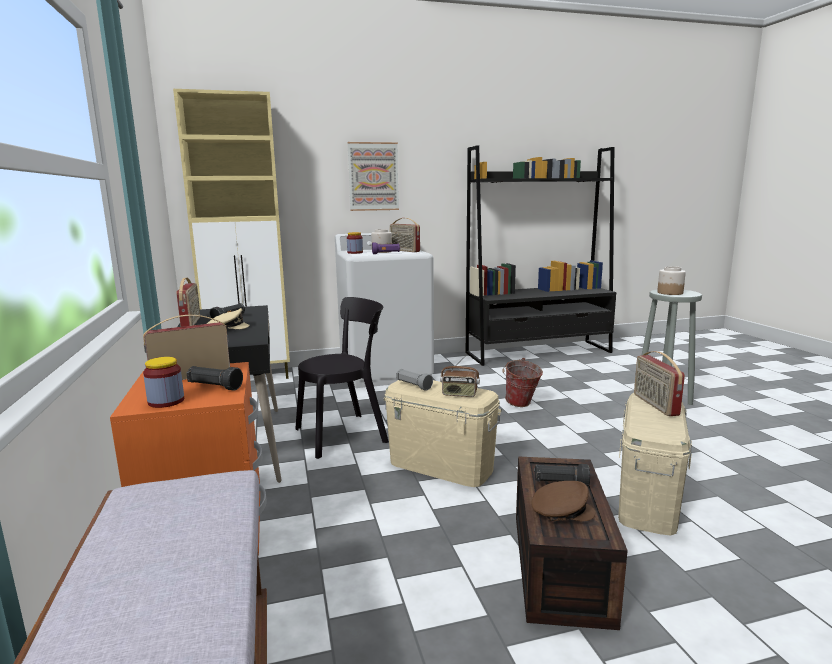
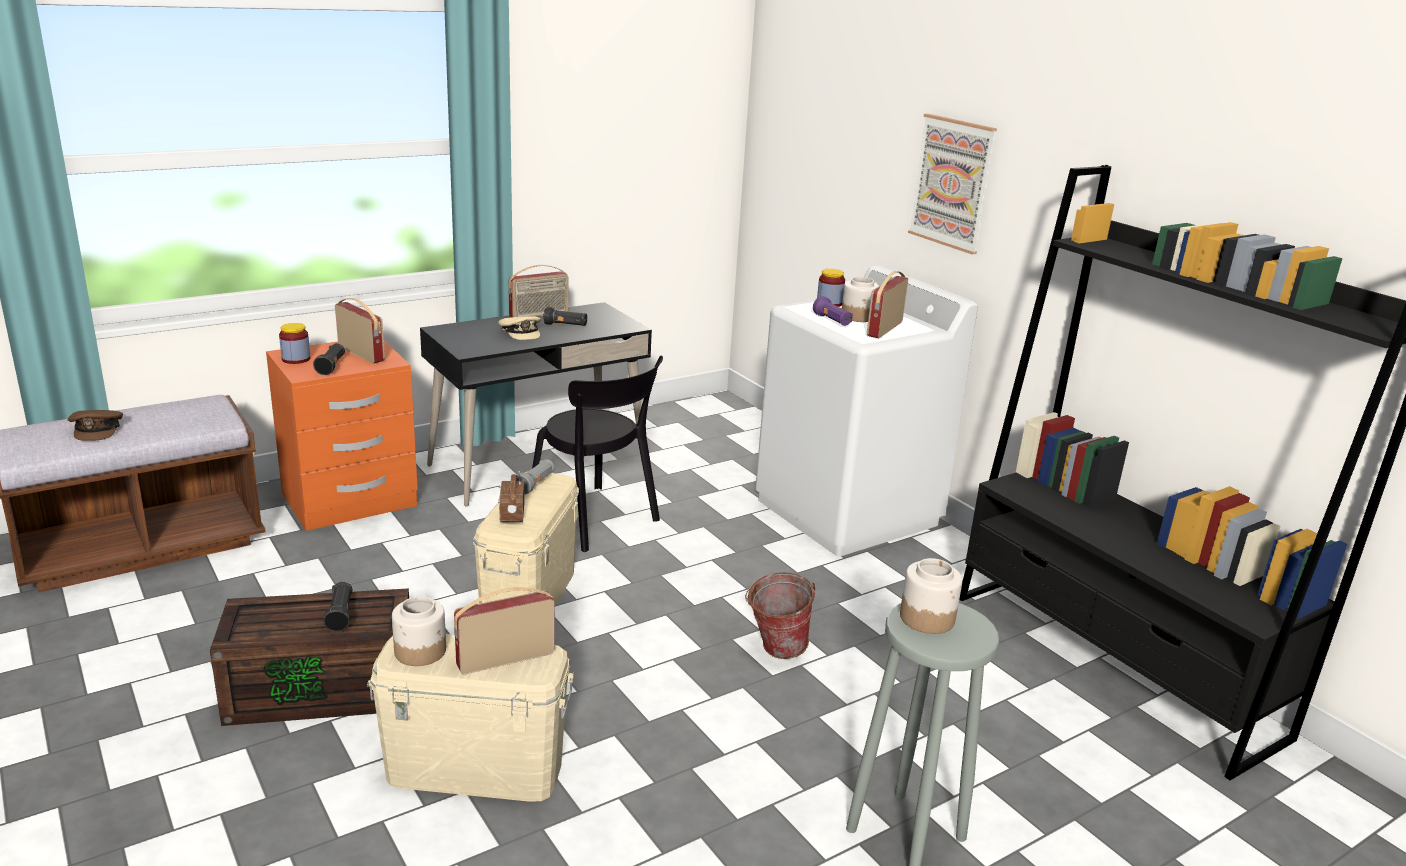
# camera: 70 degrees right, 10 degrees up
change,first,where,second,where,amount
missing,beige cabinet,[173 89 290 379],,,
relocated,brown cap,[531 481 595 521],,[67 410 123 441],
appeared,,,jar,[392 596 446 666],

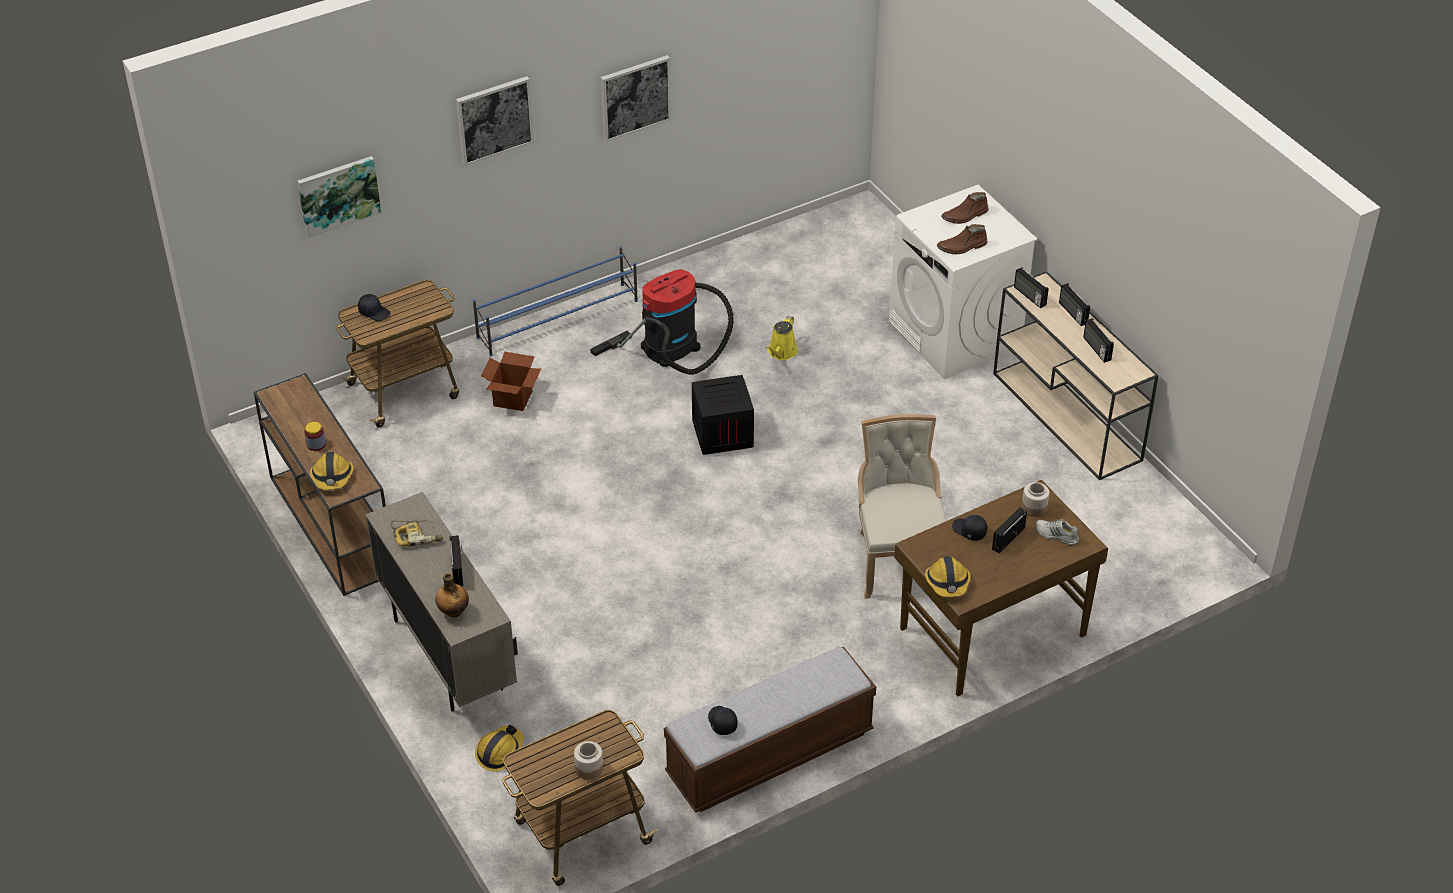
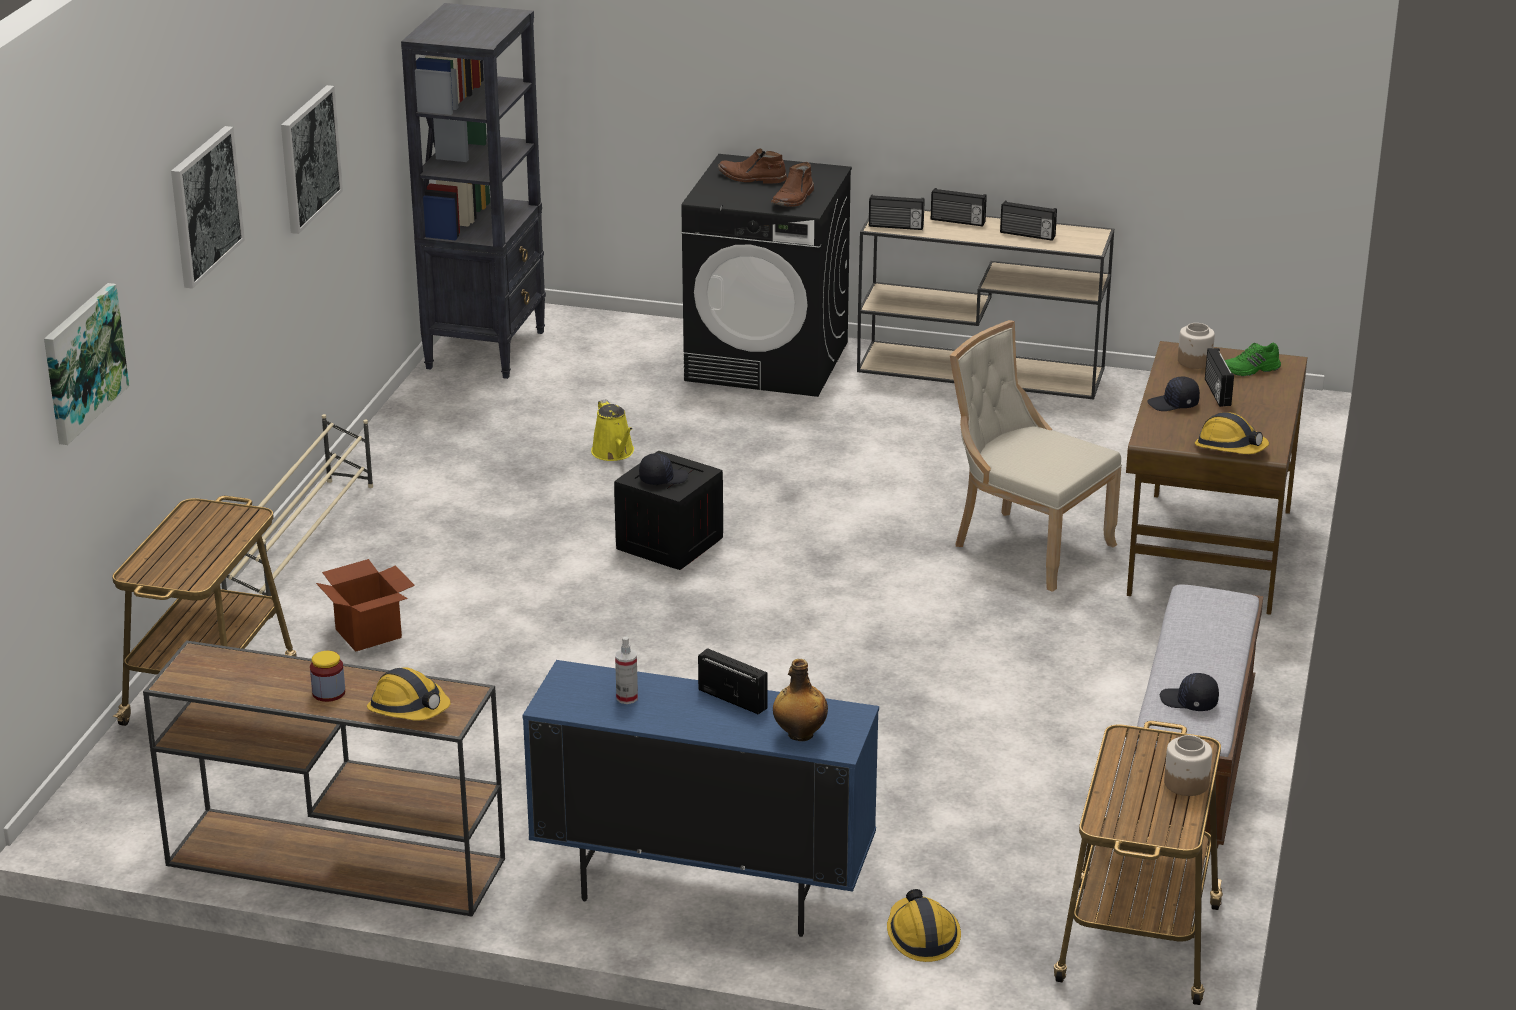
# camera: 45 degrees left, 15 degrees down
change,first,where,second,where,amount
colour,white washing machine,[889 185 1038 379],black washing machine,[681 154 852 397],
spun,brown boot,[941 192 988 224],,[718 148 787 184],90 degrees clockwise
colour,blue shoe rack,[473 246 638 356],beige shoe rack,[222 414 373 600],
missing,vacuum cleaner,[591 269 734 375],,,
relocated,black cap,[358 294 390 321],,[639 453 689 485],
colour,beige cabinet,[365 492 518 712],blue cabinet,[522 660 879 937],
exchanged,power drill,[391 520 444 547],spray bottle,[615 636 638 704],
colour,white shoe,[1035 520 1079 545],green shoe,[1225 343 1281 376],
appeared,,,black bookcase,[401 3 546 379],

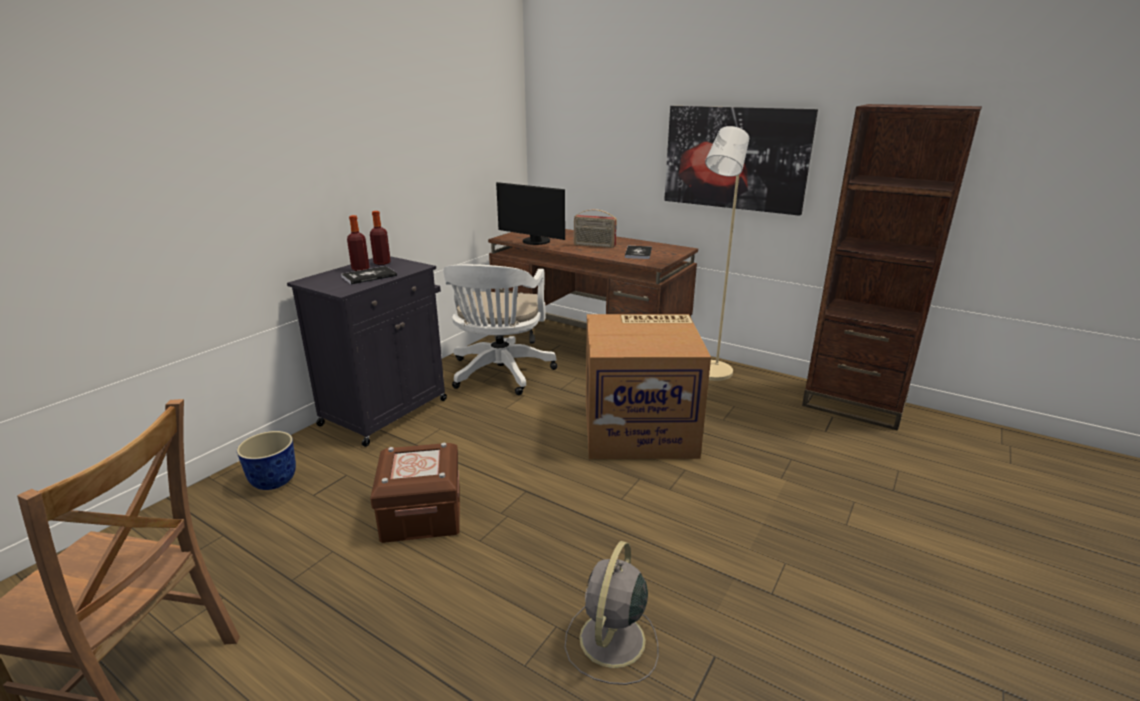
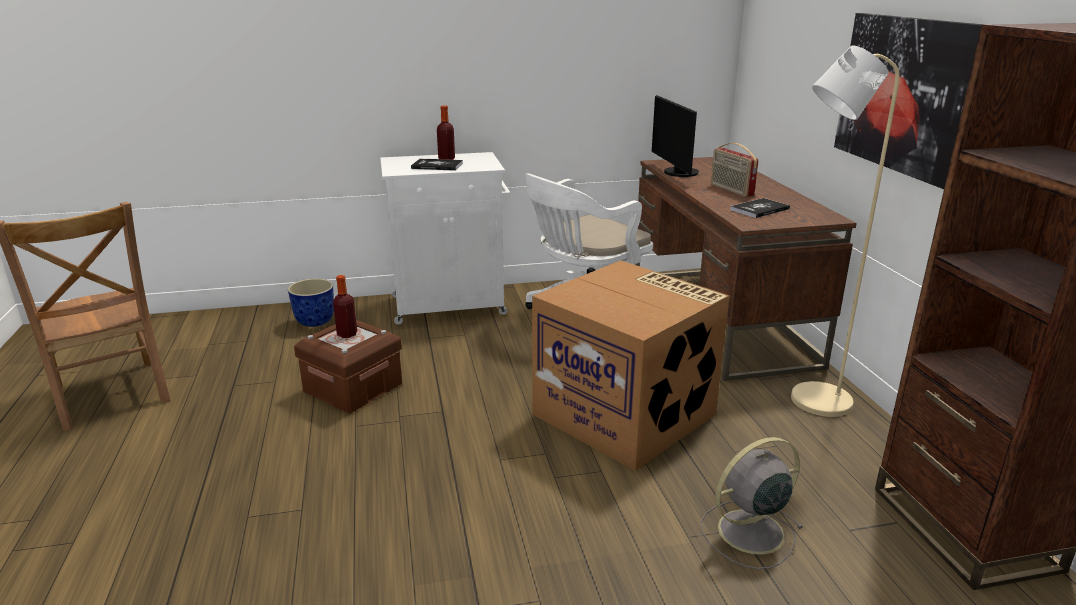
# camera: 45 degrees right, 0 degrees up
change,first,where,second,where,amount
relocated,bottle,[370 211 391 265],,[333 275 357 338],
colour,black cabinet,[287 256 447 447],white cabinet,[380 152 510 325],
relocated,grey fan,[565 541 659 685],,[701 437 804 569],

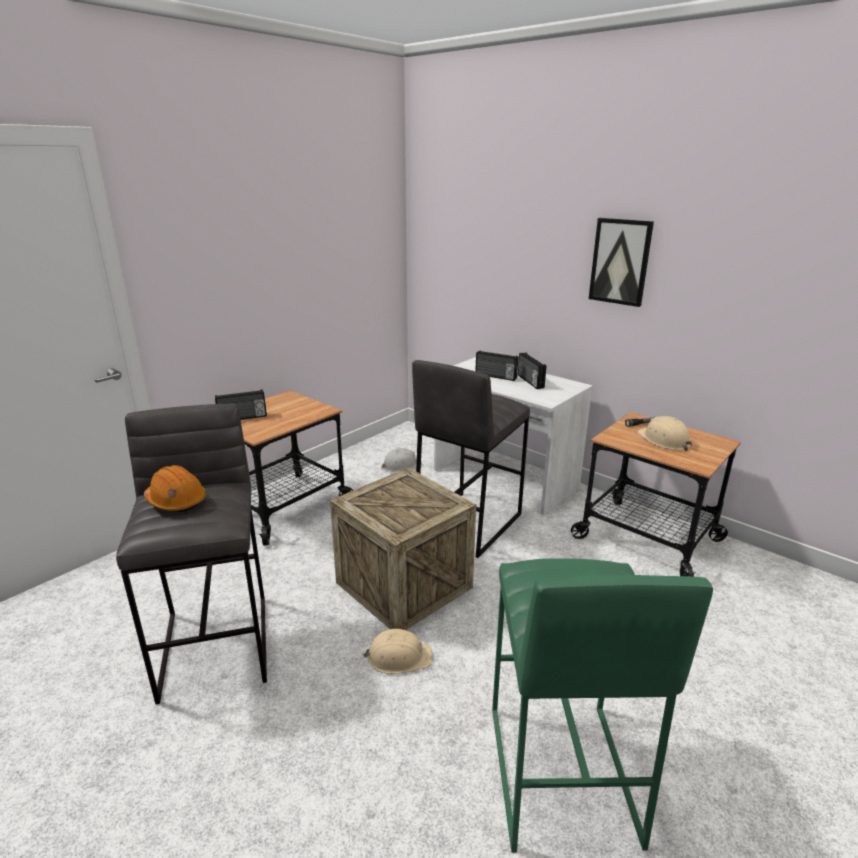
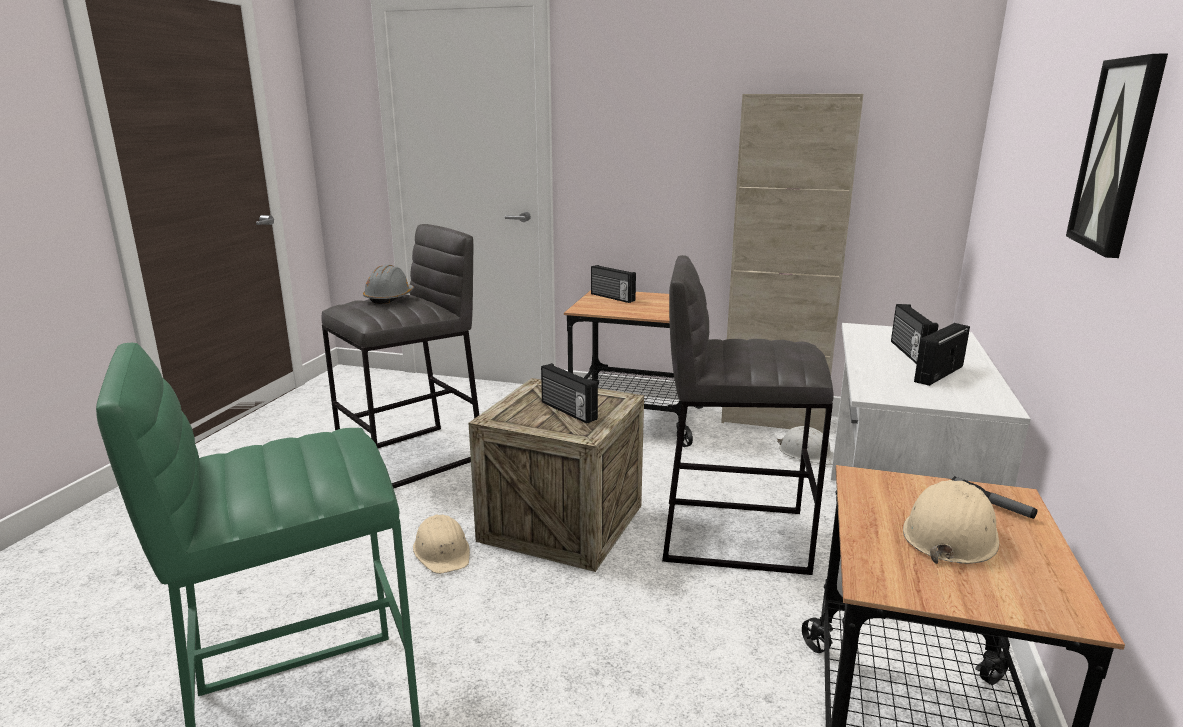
# camera: 65 degrees right, 5 degrees down
change,first,where,second,where,amount
colour,orange hard hat,[144 465 206 513],grey hard hat,[363 265 414 304],
appeared,,,beige cabinet,[721 94 863 433],
appeared,,,radio,[541 363 598 424],

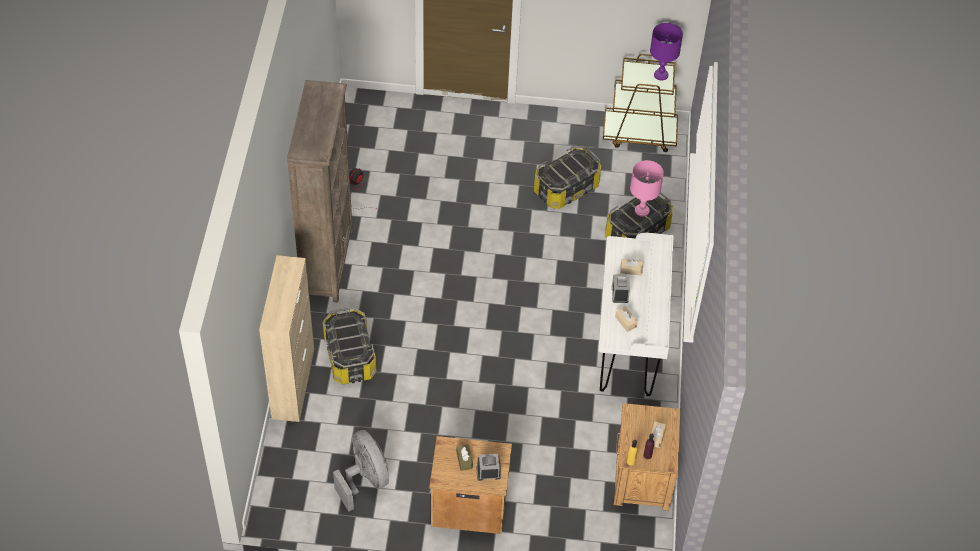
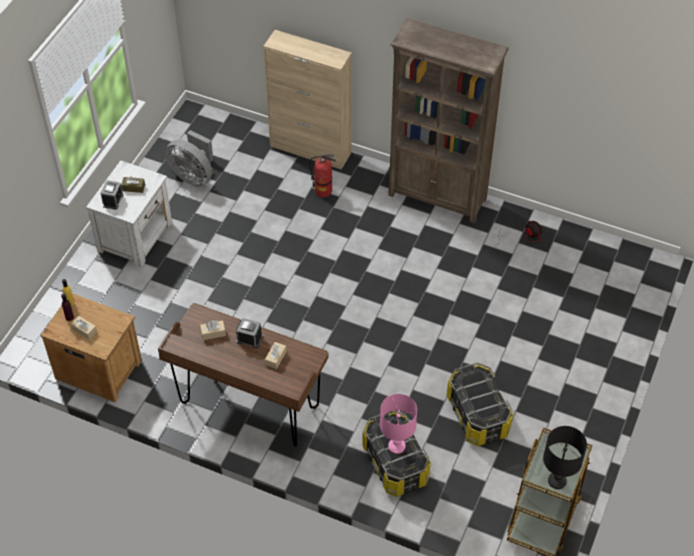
# camera: 110 degrees right, 0 degrees up
change,first,where,second,where,amount
colour,purple table lamp,[650 23 683 80],black table lamp,[543 426 587 489],
colour,white desk,[598 233 674 396],brown desk,[158 303 329 447],
exchanged,storage box,[323 307 376 384],fire extinguisher,[309 154 336 197],
spun,grey fan,[333 430 389 512],,[165 130 213 186],45 degrees clockwise
colour,brown nightstand,[429 436 512 534],white nightstand,[86 160 172 267],

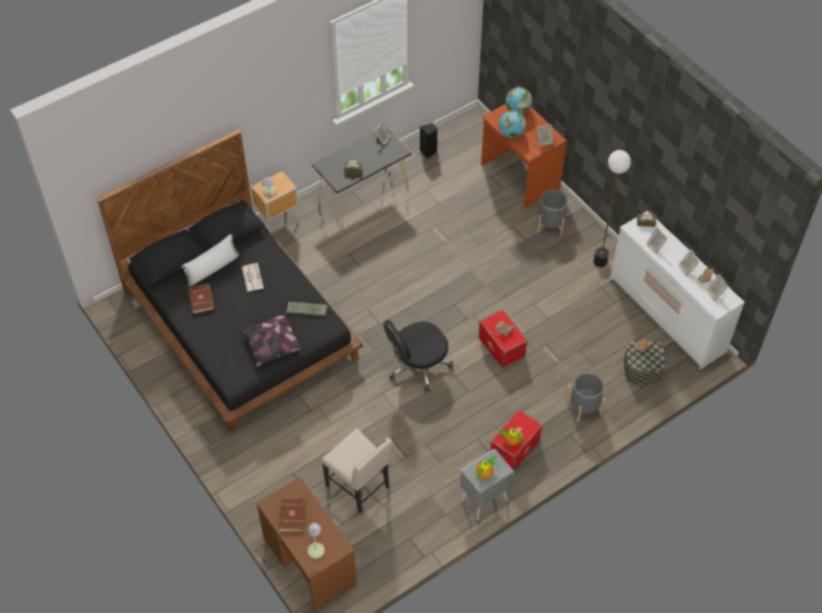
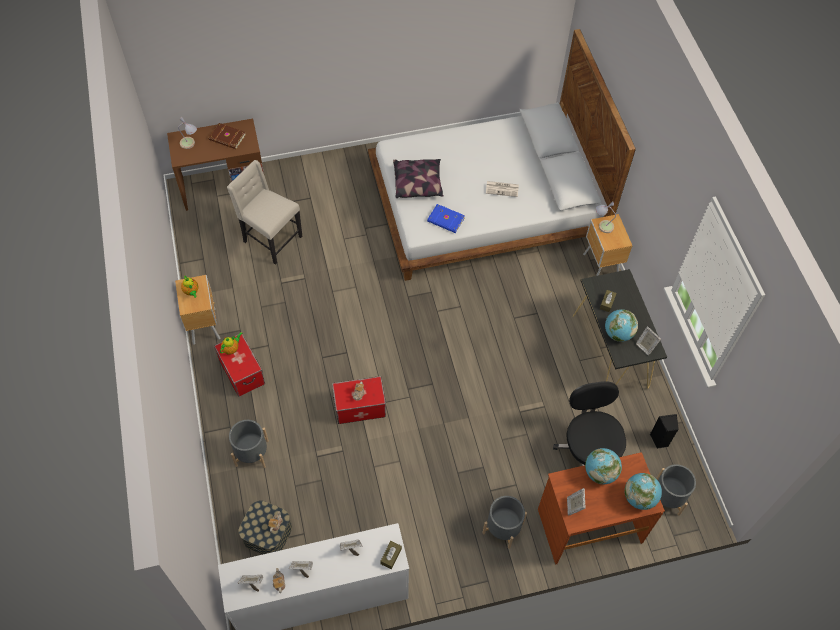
# camera: 110 degrees right, 5 degrees up
change,first,where,second,where,amount
colour,black bed,[97 129 363 432],white bed,[368 29 636 281],
missing,floor lamp,[593 150 631 267],,,
missing,white pillow,[181 234 239 286],,,
missing,brown book,[188 283 215 314],,,
exchanged,keyboard,[286 302 328 317],blue book,[427 204 465 233],
relocated,black office chair,[383 320 453 393],,[553 381 626 466],
spun,beige chair,[321 428 392 514],,[227 160 302 265],60 degrees clockwise
colour,grey nightstand,[460 448 514 520],brown nightstand,[175 275 220 344],
appeared,,,globe,[605 309 638 342],
appeared,,,grey planter,[656 464 696 516],

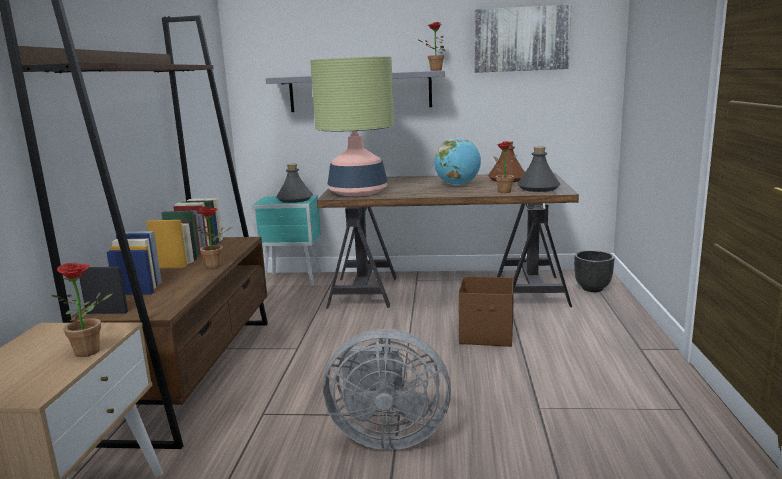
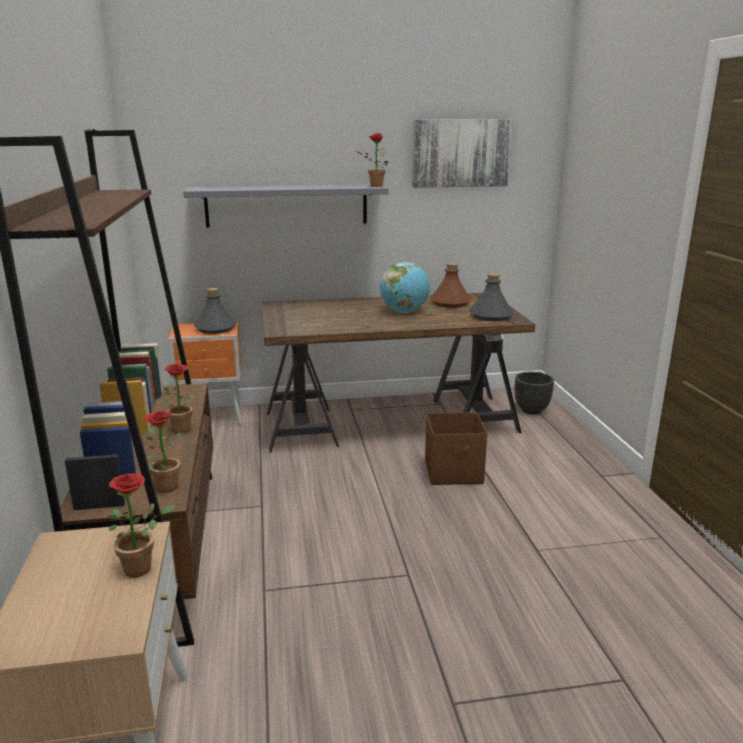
# camera: 15 degrees left, 5 degrees up
change,first,where,second,where,amount
missing,table lamp,[310 57 394 196],,,
relocated,potted plant,[493 142 517 193],,[144 411 181 493],
colour,turquoise nightstand,[252 195 321 286],orange nightstand,[168 321 242 425],
missing,grey fan,[323 329 451 450],,,

